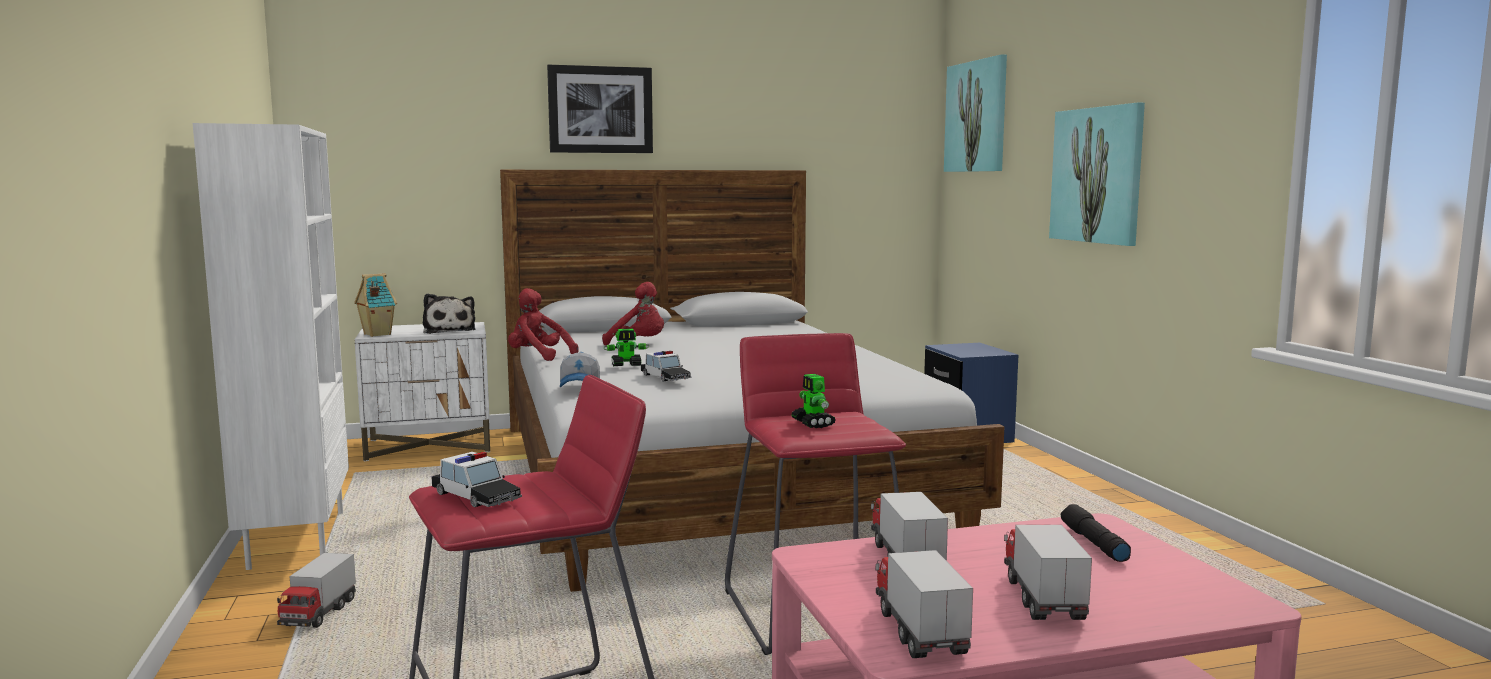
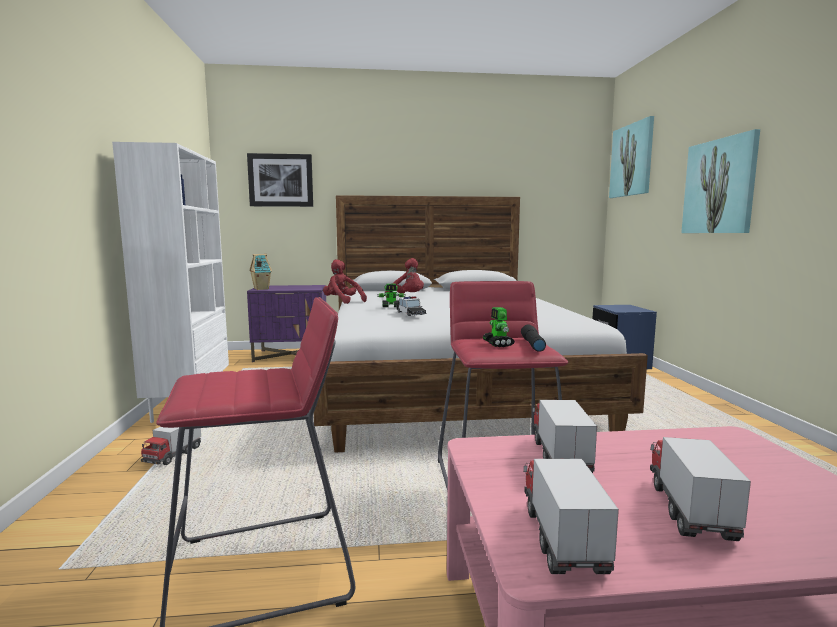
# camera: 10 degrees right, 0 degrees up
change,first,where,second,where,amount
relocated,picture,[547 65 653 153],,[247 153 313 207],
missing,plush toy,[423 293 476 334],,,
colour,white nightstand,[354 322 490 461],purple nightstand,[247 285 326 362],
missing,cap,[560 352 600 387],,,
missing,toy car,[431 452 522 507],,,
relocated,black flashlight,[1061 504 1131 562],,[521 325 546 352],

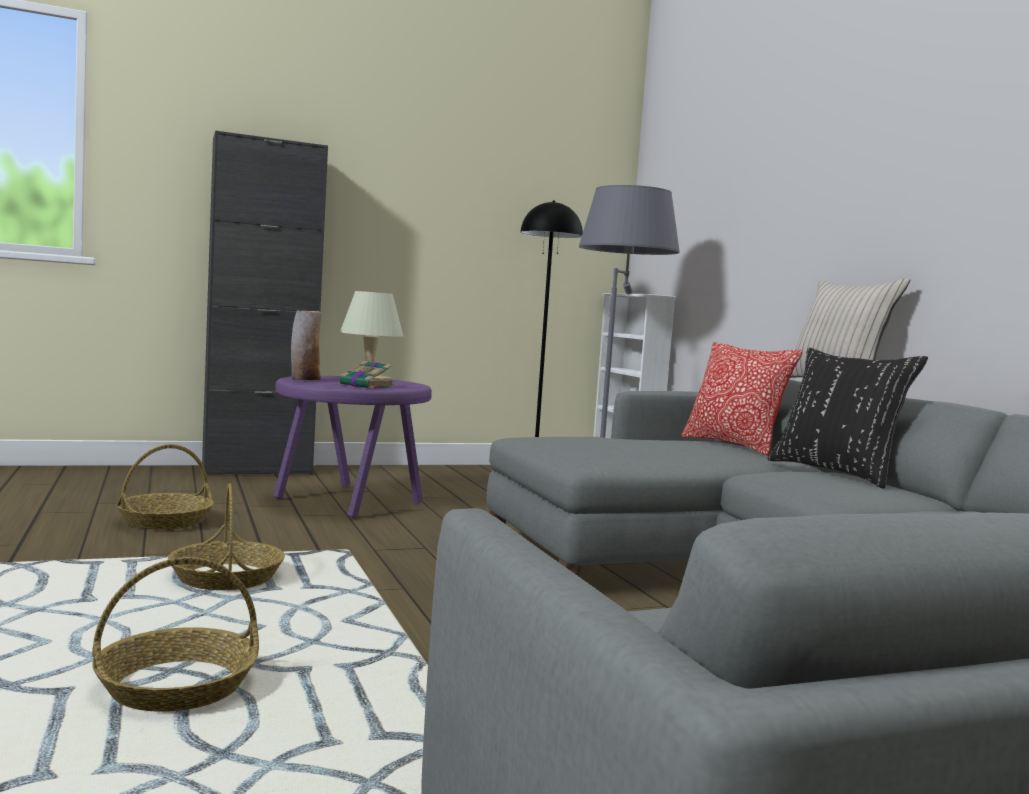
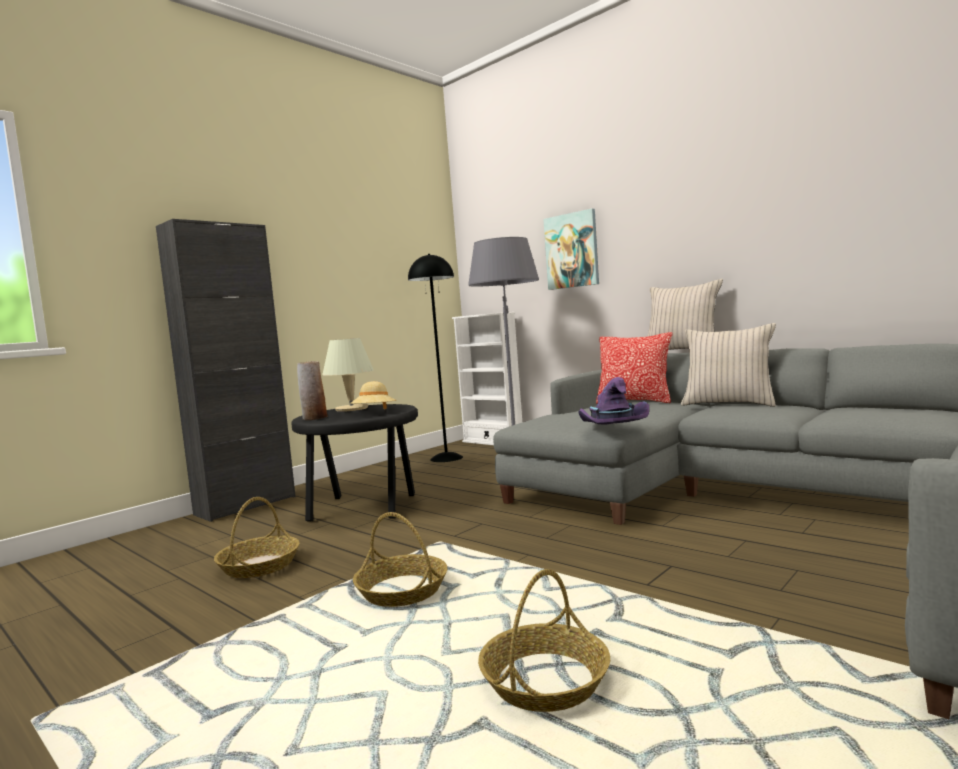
# camera: 25 degrees left, 0 degrees up
change,first,where,second,where,amount
colour,black pillow,[768 348 928 489],beige pillow,[681 323 776 407],
exchanged,book,[340 361 394 389],beige hat,[350 381 396 410],
colour,purple side table,[273 376 432 519],black side table,[291 404 418 521],
appeared,,,picture,[543 209 599 290],
appeared,,,purple hat,[578 377 649 425],

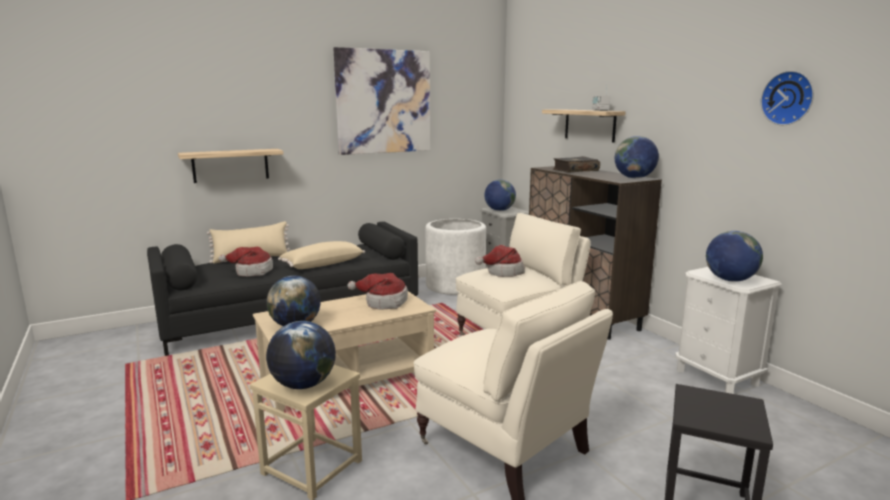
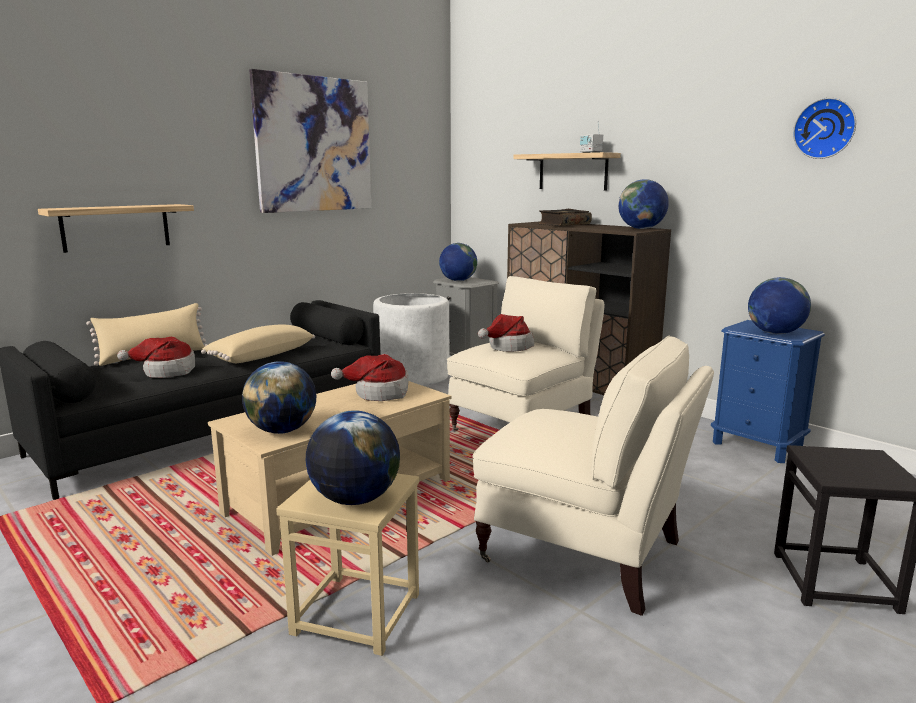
# camera: 15 degrees left, 0 degrees up
change,first,where,second,where,amount
colour,white nightstand,[675 267 782 394],blue nightstand,[711 320 825 463],

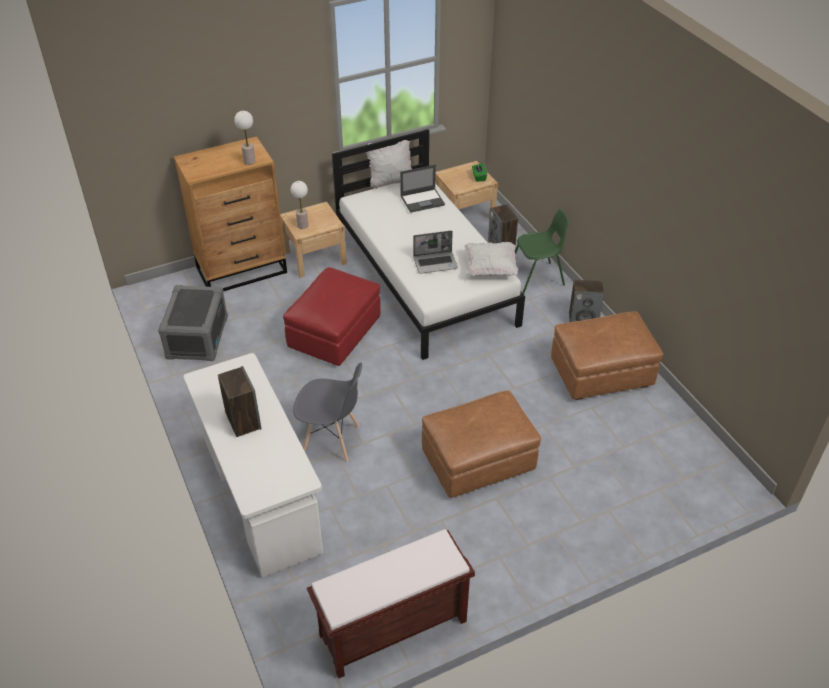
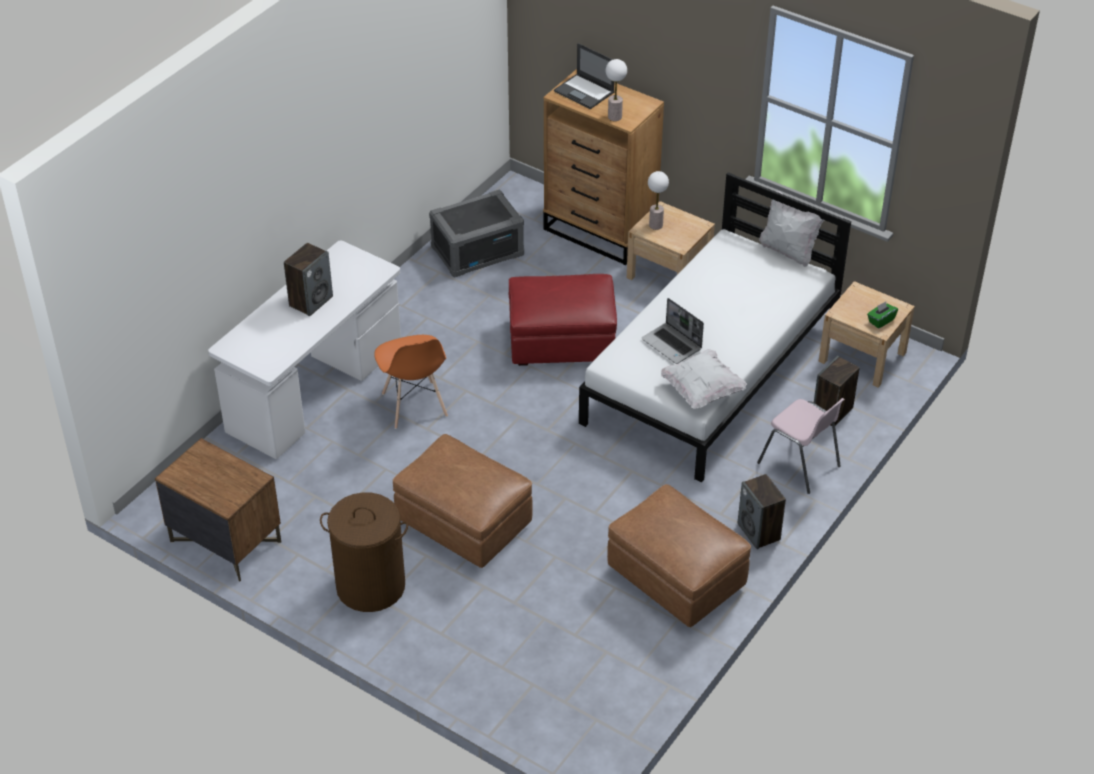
# camera: 60 degrees right, 0 degrees up
change,first,where,second,where,amount
relocated,laptop,[400 165 445 213],,[554 43 615 109],
colour,green chair,[515 209 570 294],pink chair,[757 398 845 494],
colour,grey chair,[293 362 362 462],orange chair,[374 335 448 429],
exchanged,brown bench,[307 529 475 678],brown nightstand,[155 438 281 582],
appeared,,,brown laundry basket,[320 492 408 612],

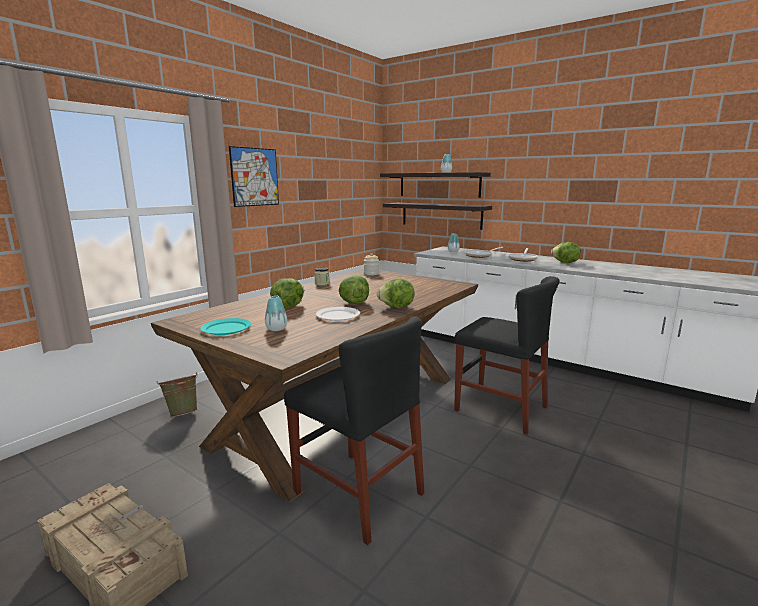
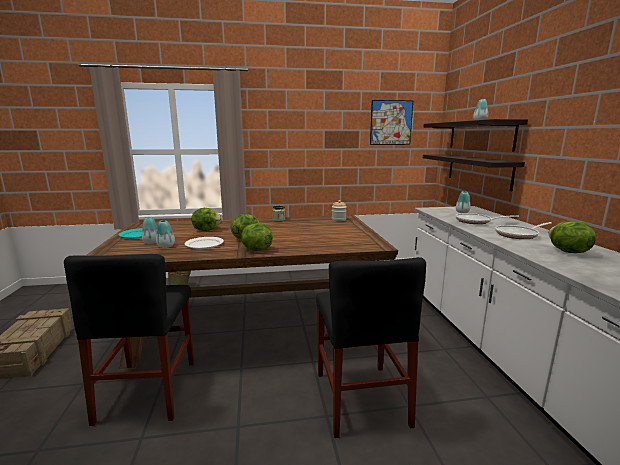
# camera: 45 degrees right, 0 degrees up
change,first,where,second,where,amount
relocated,picture,[229 146 279 207],,[370 100 413 145],
appeared,,,vase,[156 220 175 248],

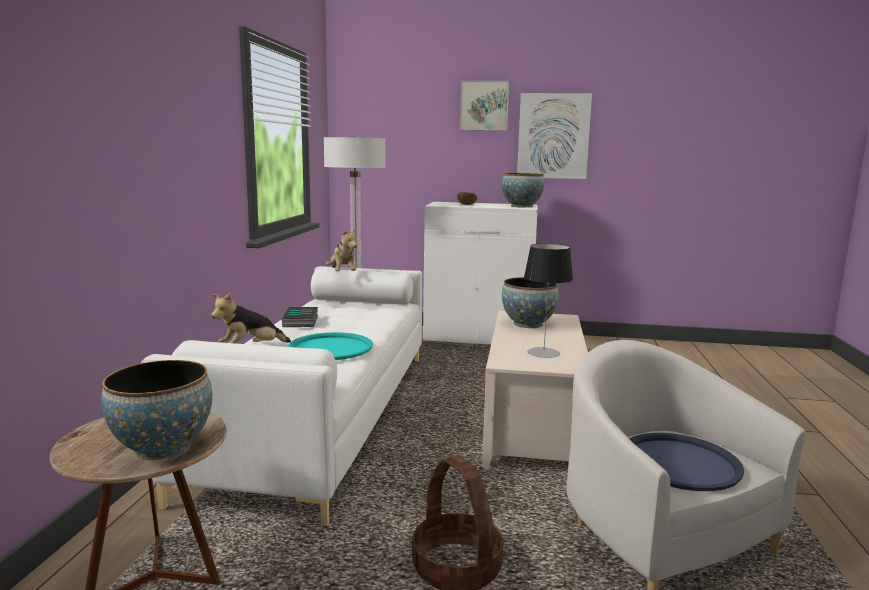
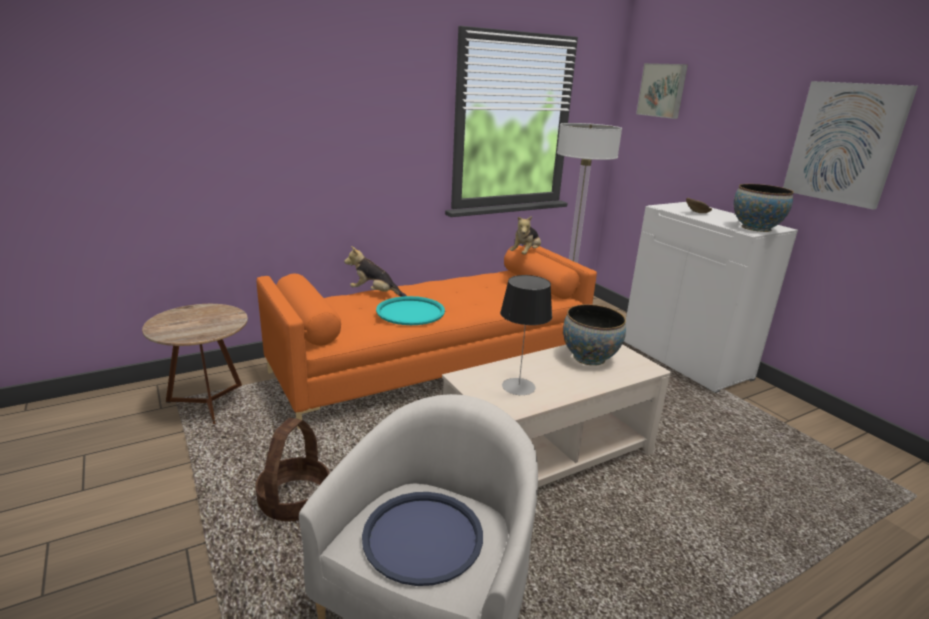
# camera: 50 degrees right, 10 degrees up
change,first,where,second,where,amount
relocated,picture,[460 81 509 131],,[636 63 688 119],
colour,white sofa,[141 266 422 526],orange sofa,[257 245 597 429],
missing,book,[282 307 318 327],,,
missing,bowl,[101 360 212 460],,,

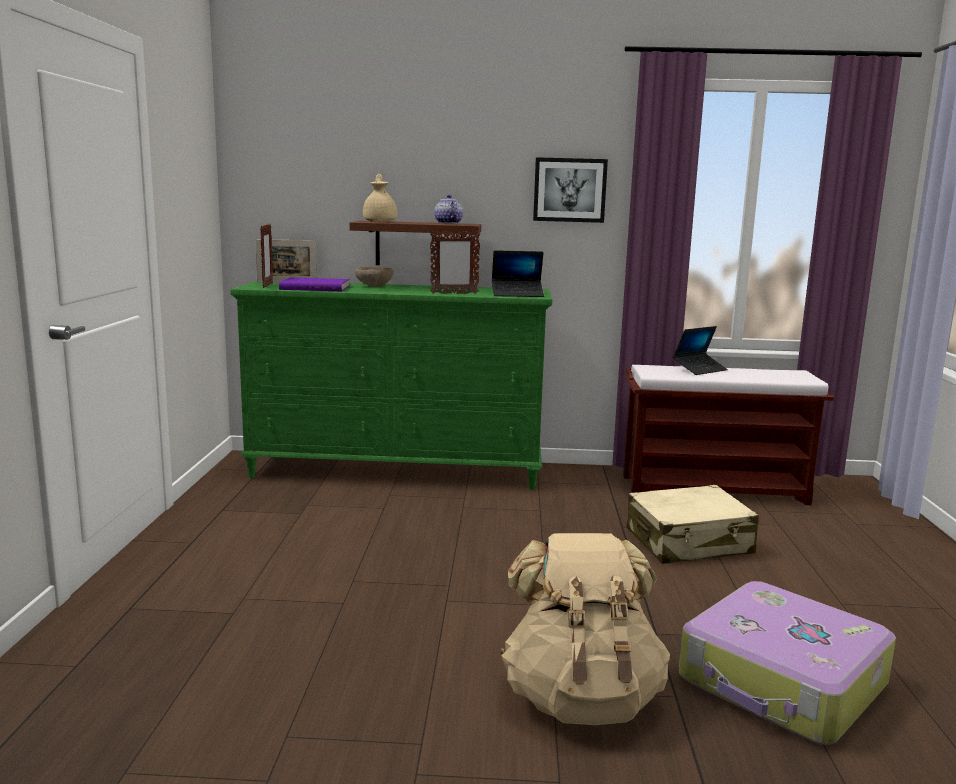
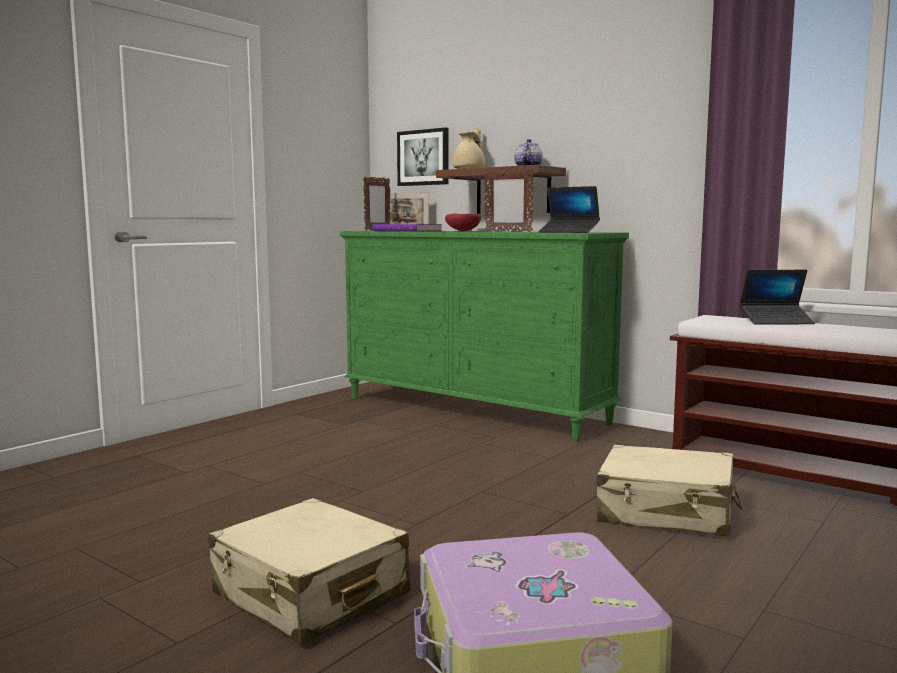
# camera: 35 degrees right, 5 degrees down
change,first,where,second,where,amount
relocated,picture,[533 157 608 223],,[397 127 448 186],
colour,beige bowl,[355 267 394 287],red bowl,[445 213 481 231],
exchanged,beige backpack,[501 533 670 725],beige suitcase,[208 498 411 645],

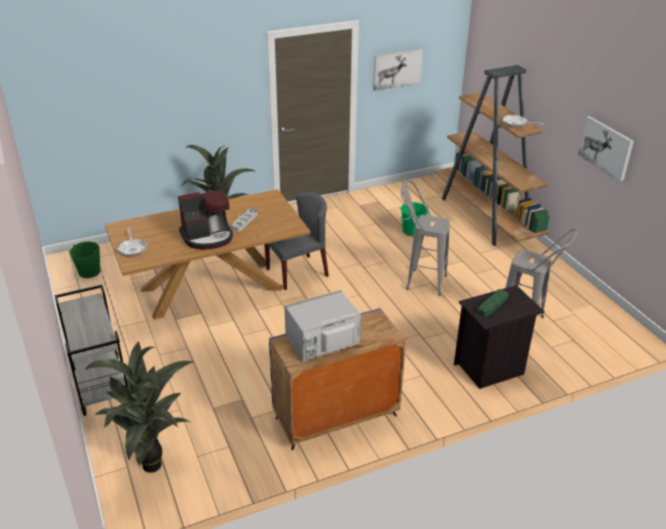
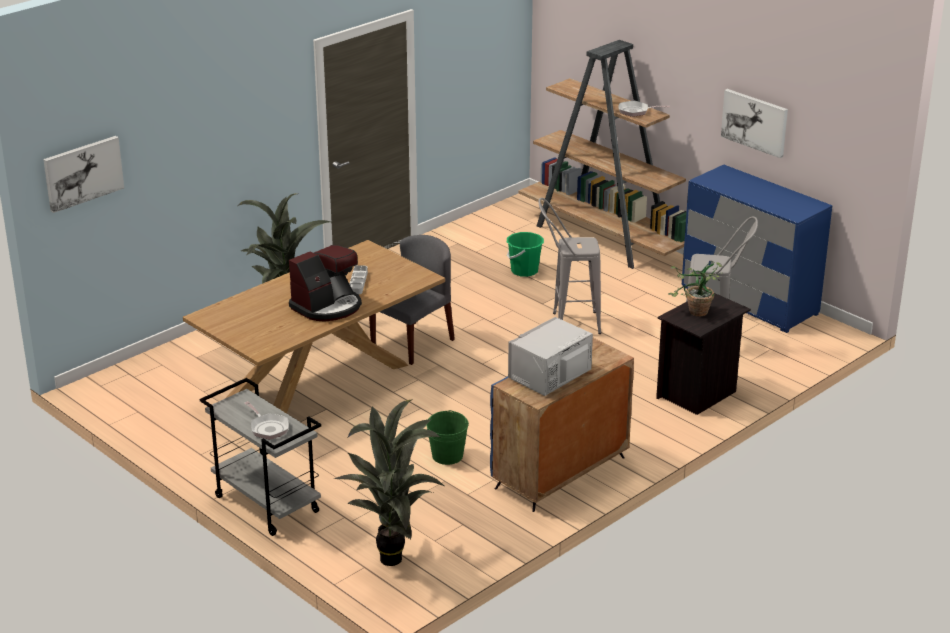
# camera: 20 degrees left, 5 degrees down
change,first,where,second,where,amount
relocated,picture,[373 49 423 91],,[43 136 124 213],
relocated,frying pan,[117 228 147 257],,[244 401 289 440],
relocated,green bucket,[70 242 100 278],,[426 410 469 465],
exchanged,green tray,[477 289 509 317],potted plant,[668 261 723 316],
appeared,,,blue dresser,[682 165 832 333],

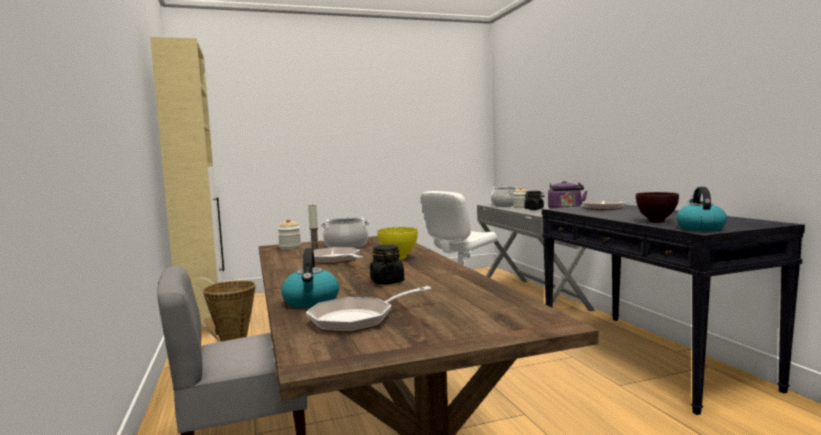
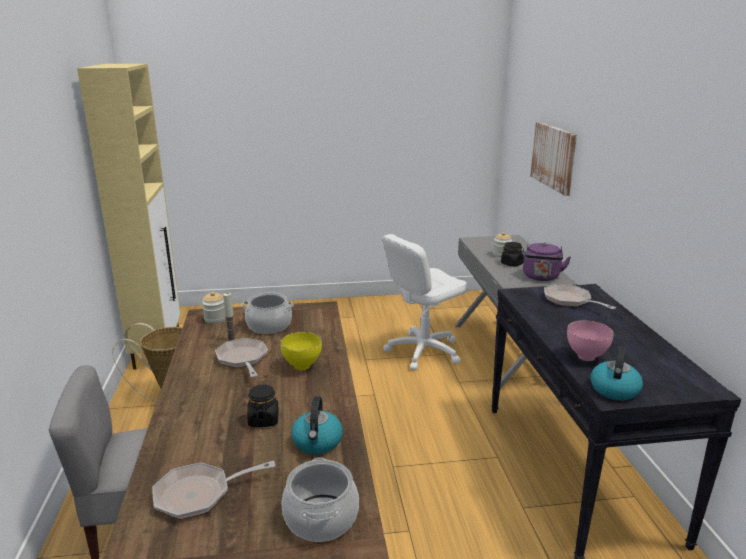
# camera: 10 degrees right, 15 degrees up
change,first,where,second,where,amount
relocated,cooking pot,[491 186 518 206],,[281 457 359 542],
colour,brown bowl,[636 192 679 222],pink bowl,[567 320 614 361],
relocated,kettle,[281 248 339 308],,[291 396 343 454],
appeared,,,picture,[530 122 577 196],

